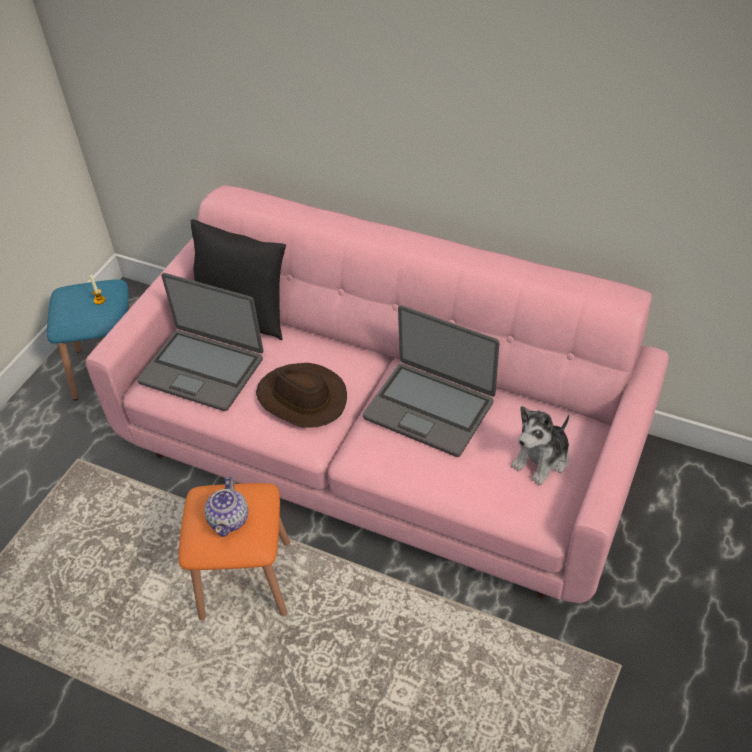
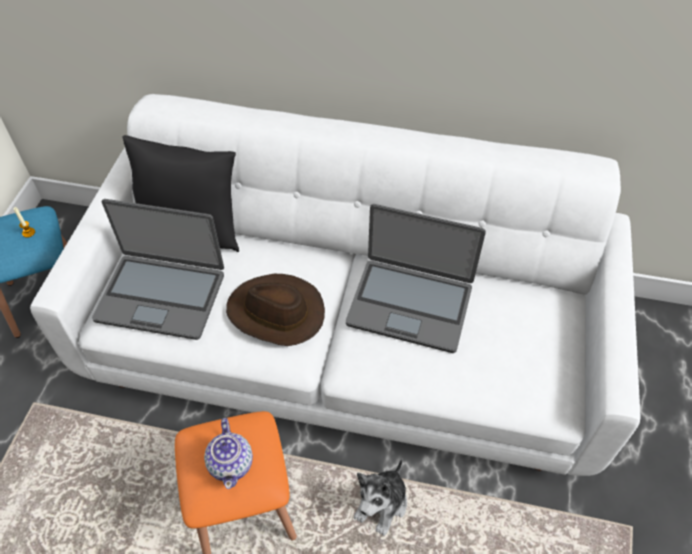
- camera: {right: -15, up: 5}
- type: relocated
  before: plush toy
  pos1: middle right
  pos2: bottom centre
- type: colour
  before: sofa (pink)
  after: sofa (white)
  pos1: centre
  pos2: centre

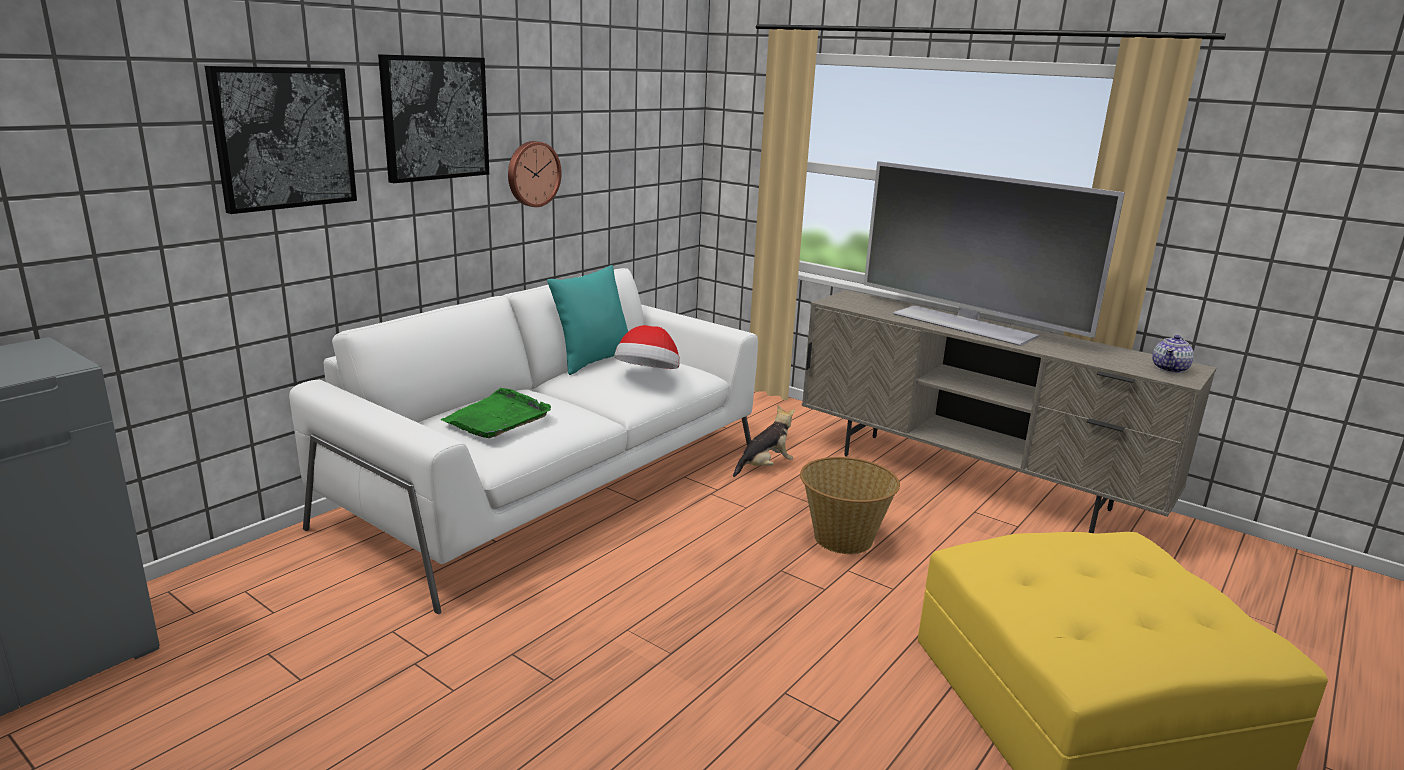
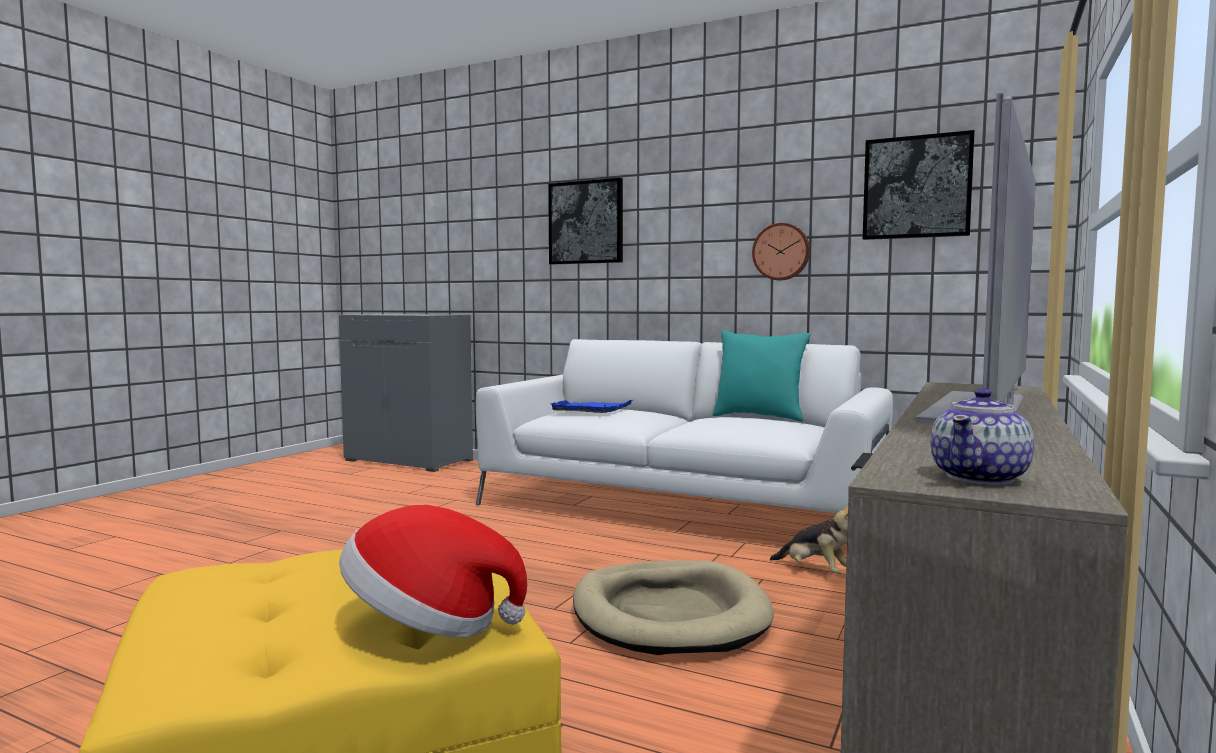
- camera: {right: 80, up: -15}
- type: relocated
  before: picture (no. 2 from left)
  pos1: top left
  pos2: top right
- type: relocated
  before: hat
  pos1: centre
  pos2: bottom centre
- type: exchanged
  before: basket
  after: dog bed (beige)
  pos1: centre
  pos2: bottom centre
- type: colour
  before: tray (green)
  after: tray (blue)
  pos1: centre
  pos2: centre
- type: spun
  before: teapot
  pos1: middle right
  pos2: middle right
  turn: -75

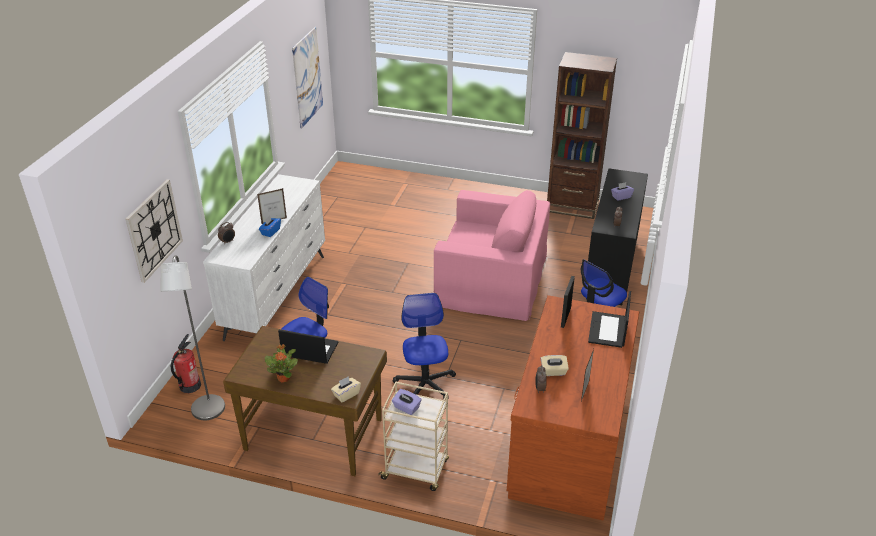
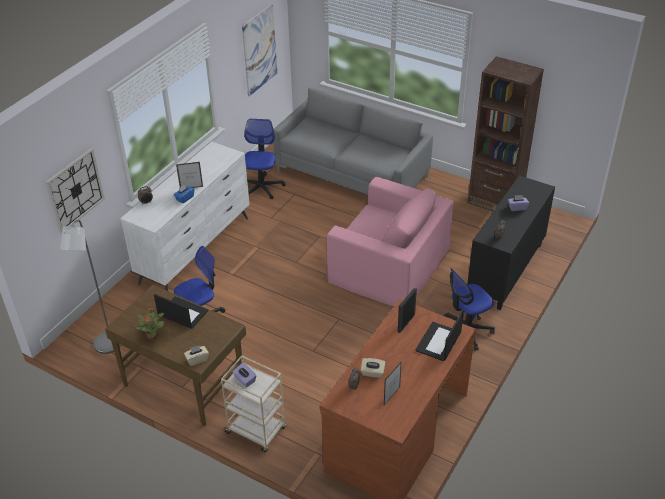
- camera: {right: 15, up: 5}
- type: missing
  before: fire extinguisher
  pos1: bottom left
- type: appeared
  after: sofa (grey)
  pos2: top centre
- type: relocated
  before: office chair (no. 2 from left)
  pos1: centre
  pos2: top centre

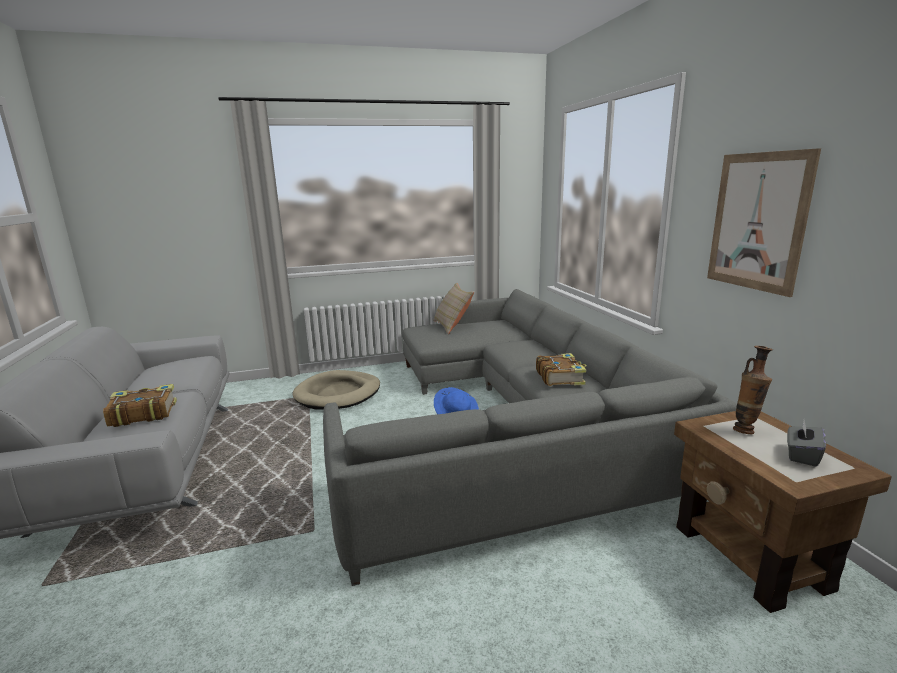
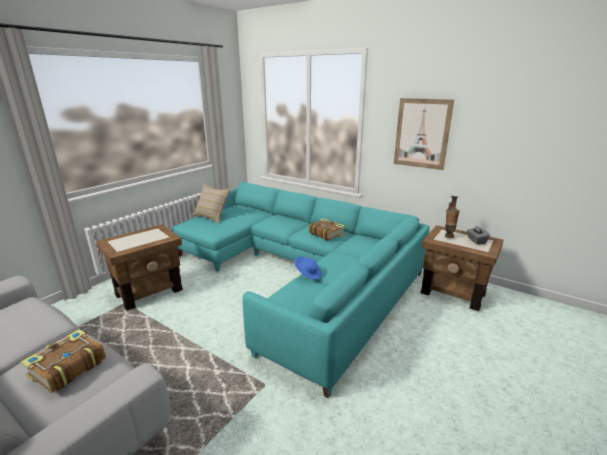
- camera: {right: -40, up: 5}
- type: exchanged
  before: dog bed (beige)
  after: side table (brown) (no. 1 from left)
  pos1: centre
  pos2: middle left
- type: colour
  before: sofa (grey) (no. 2 from left)
  after: sofa (turquoise)
  pos1: centre
  pos2: centre

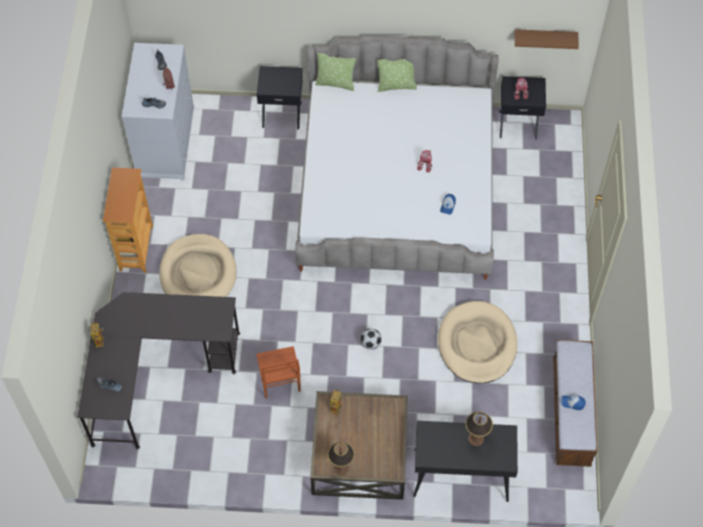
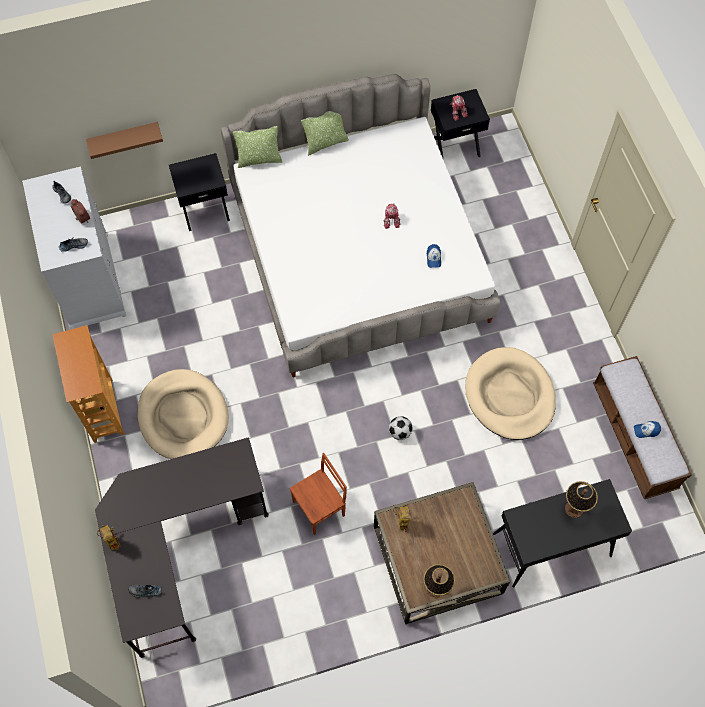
- camera: {right: -20, up: 5}
- type: relocated
  before: shelf (brown)
  pos1: top right
  pos2: top left
- type: spun
  before: chair (brown)
  pos1: bottom centre
  pos2: bottom centre
  turn: -90

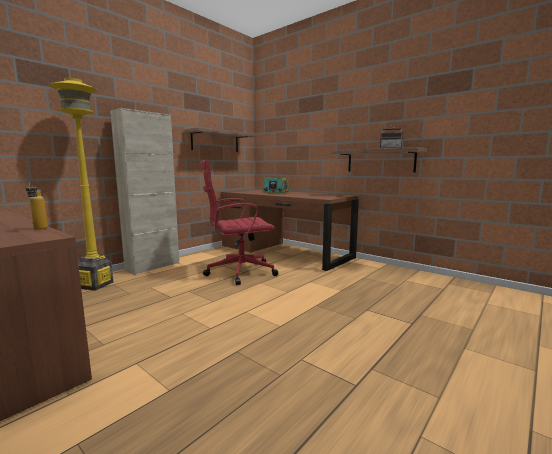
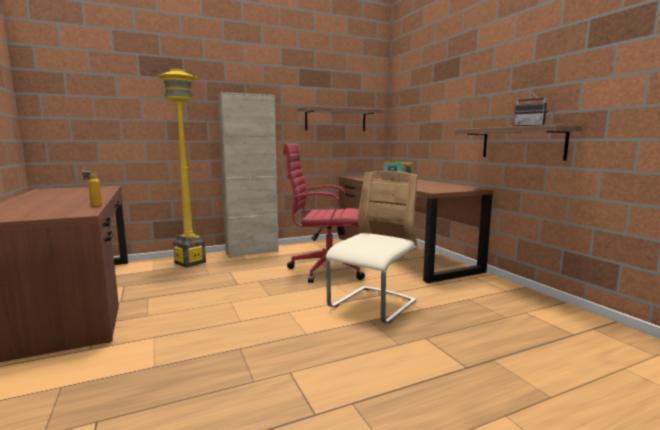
- camera: {right: 25, up: 0}
- type: appeared
  after: chair (beige)
  pos2: centre

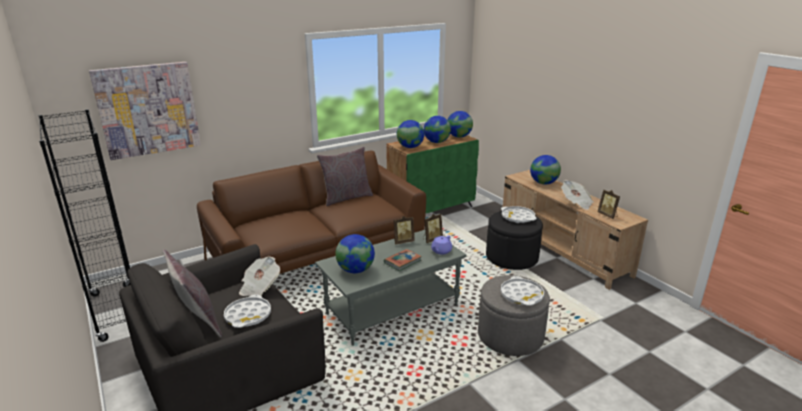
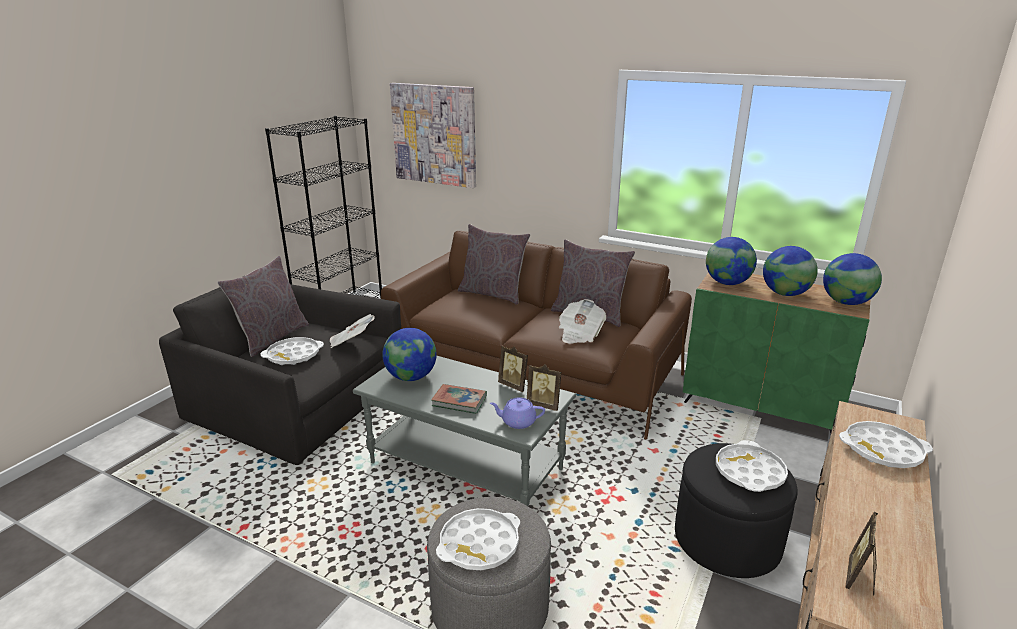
- camera: {right: 60, up: 0}
- type: appeared
  after: pillow (grey) (no. 2 from left)
  pos2: centre
- type: relocated
  before: newspaper (no. 2 from left)
  pos1: middle right
  pos2: centre
- type: exchanged
  before: globe (no. 5 from left)
  after: tray (white) (no. 4 from left)
  pos1: middle right
  pos2: bottom right

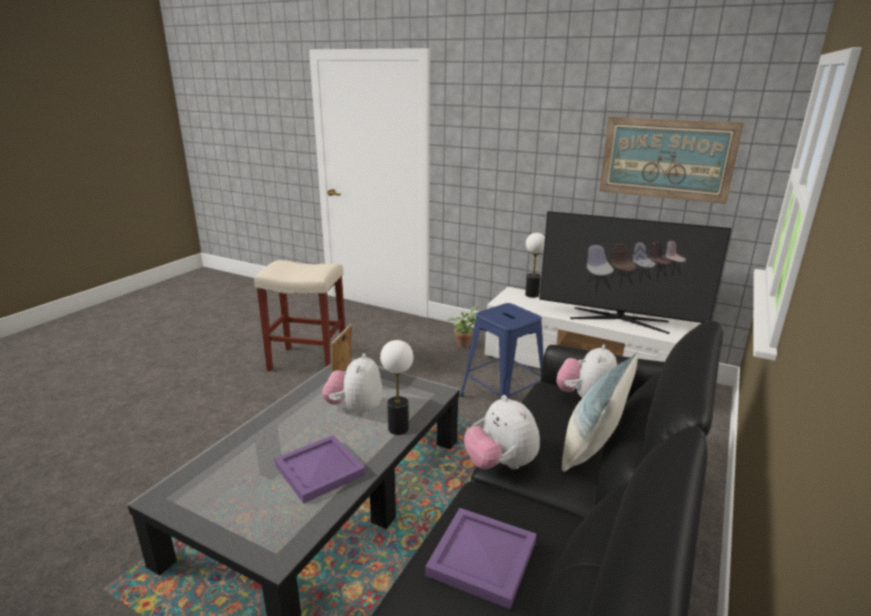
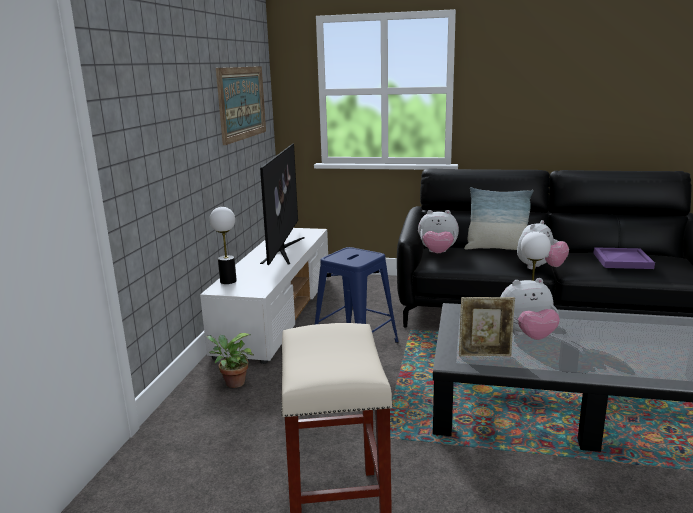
- camera: {right: -105, up: -5}
- type: missing
  before: tray (purple) (no. 1 from left)
  pos1: bottom centre

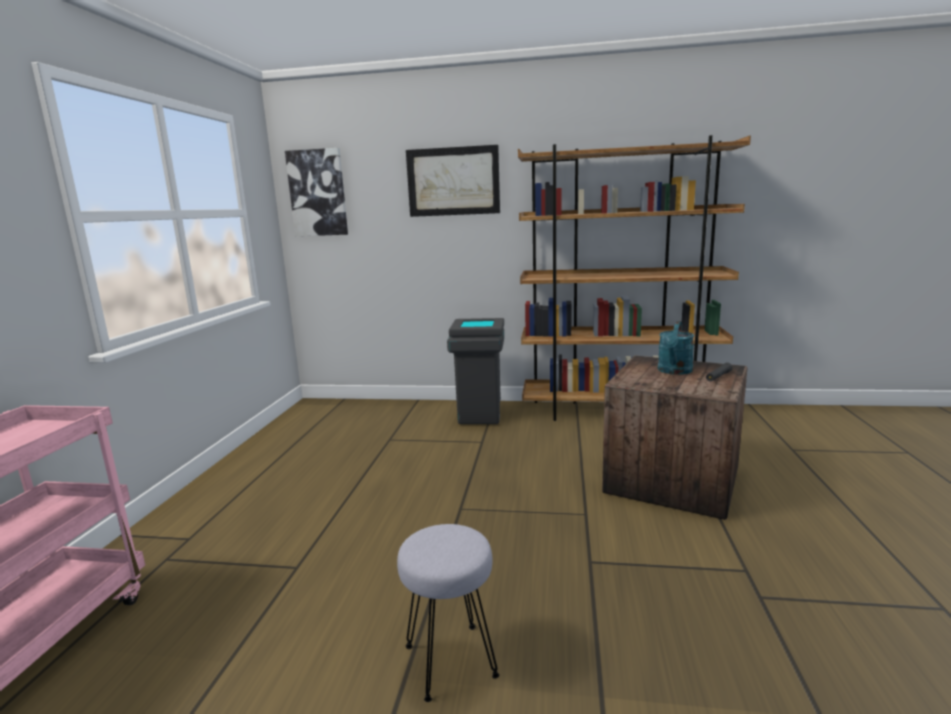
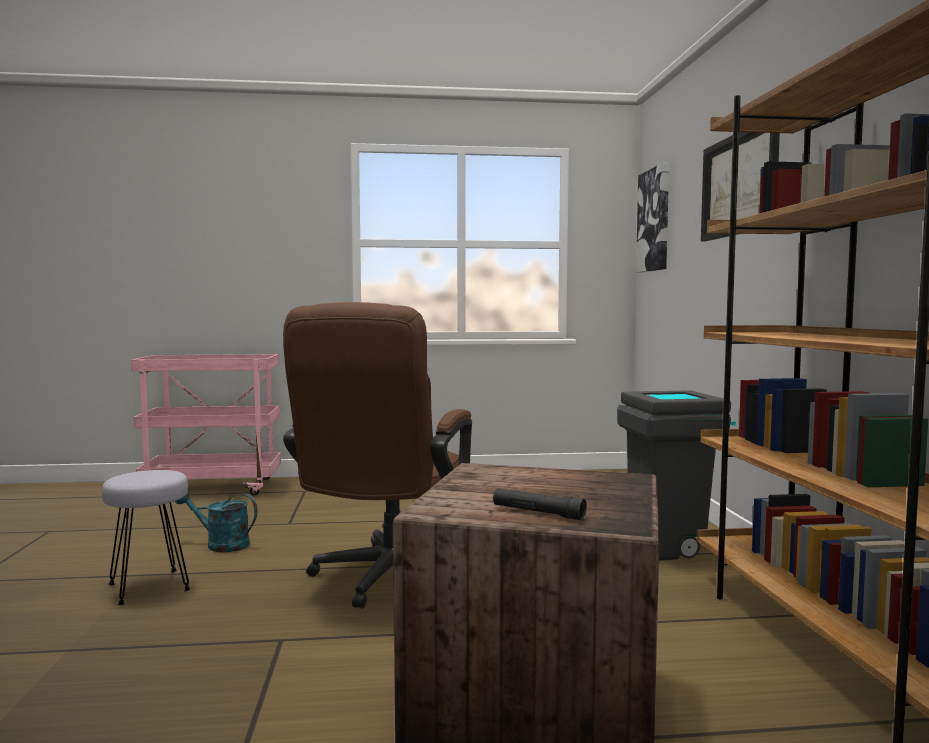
- camera: {right: 75, up: -10}
- type: appeared
  after: office chair (brown)
  pos2: centre
- type: relocated
  before: watering can (turquoise)
  pos1: middle right
  pos2: bottom left

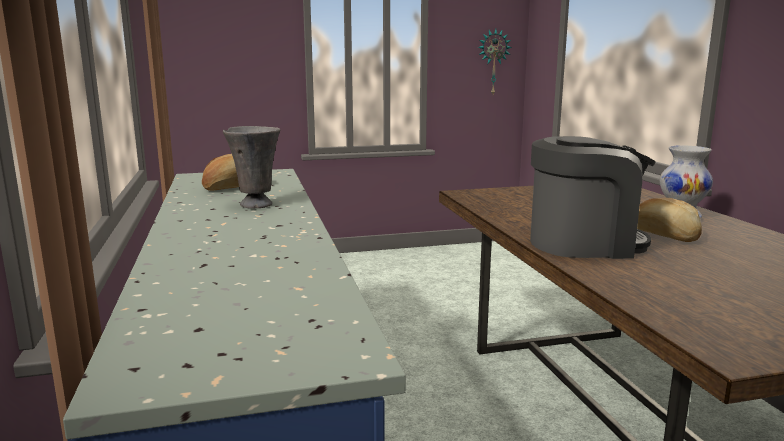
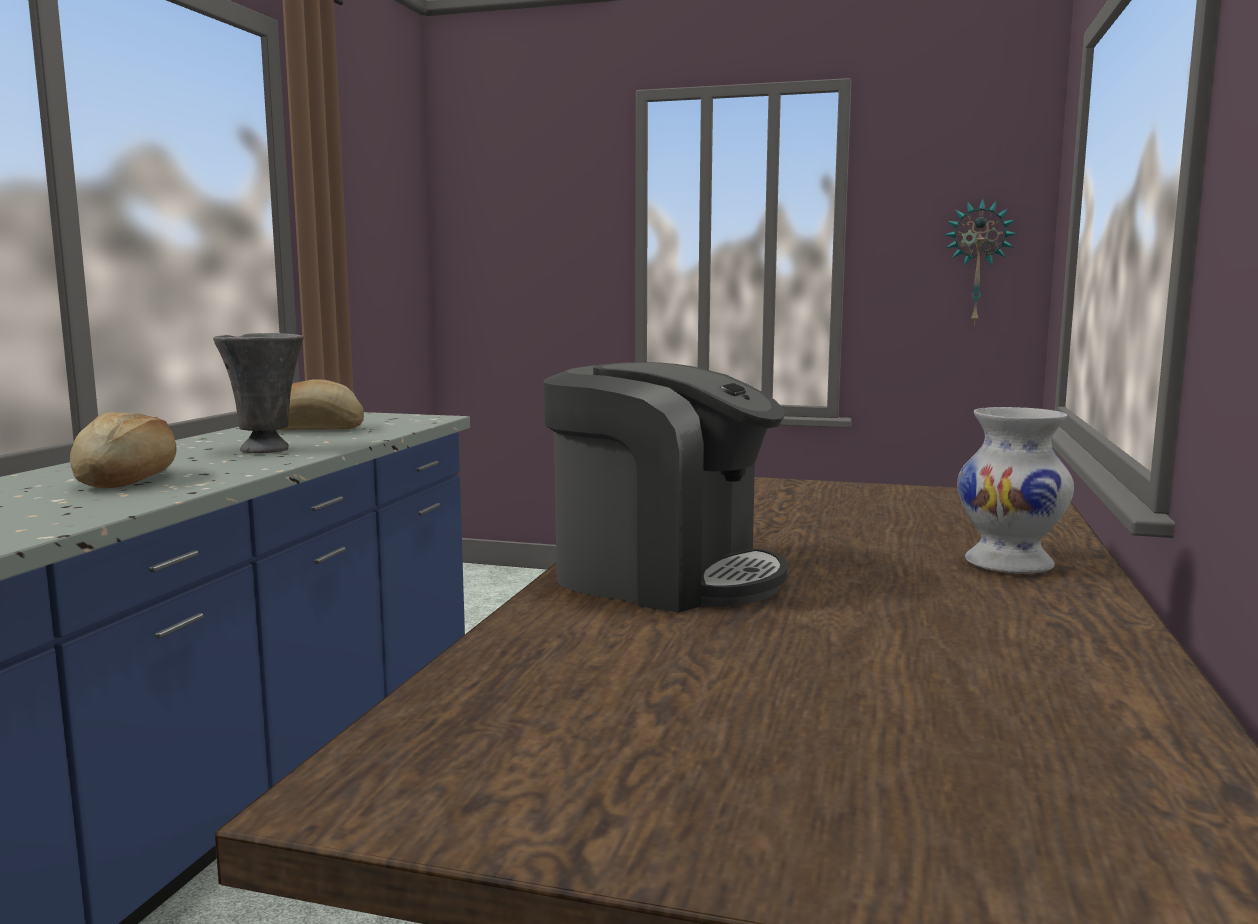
- camera: {right: 30, up: -5}
- type: relocated
  before: bread (no. 2 from left in the first image)
  after: bread (no. 1 from left)
  pos1: middle right
  pos2: middle left

